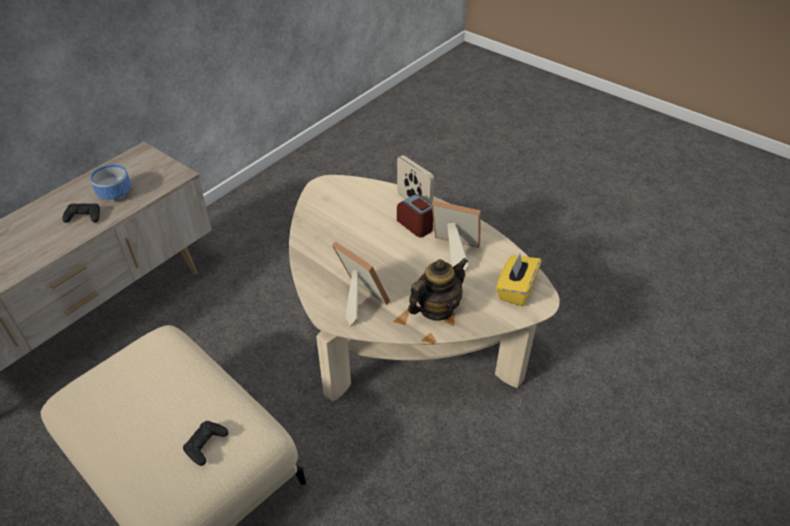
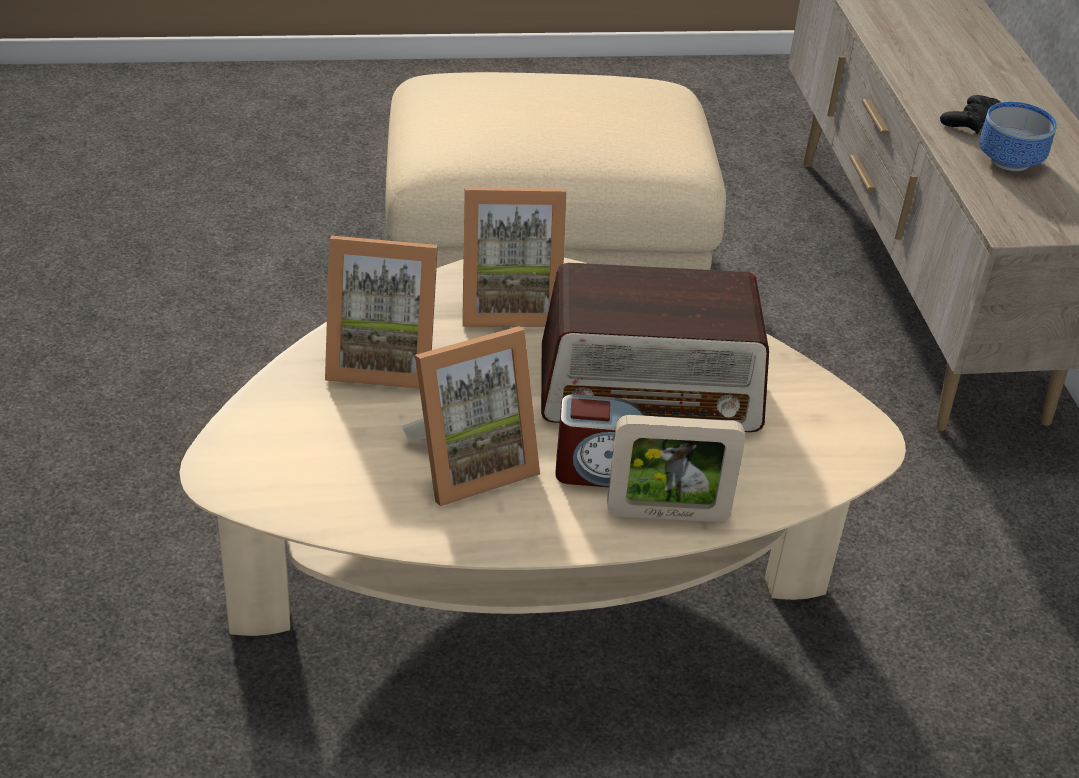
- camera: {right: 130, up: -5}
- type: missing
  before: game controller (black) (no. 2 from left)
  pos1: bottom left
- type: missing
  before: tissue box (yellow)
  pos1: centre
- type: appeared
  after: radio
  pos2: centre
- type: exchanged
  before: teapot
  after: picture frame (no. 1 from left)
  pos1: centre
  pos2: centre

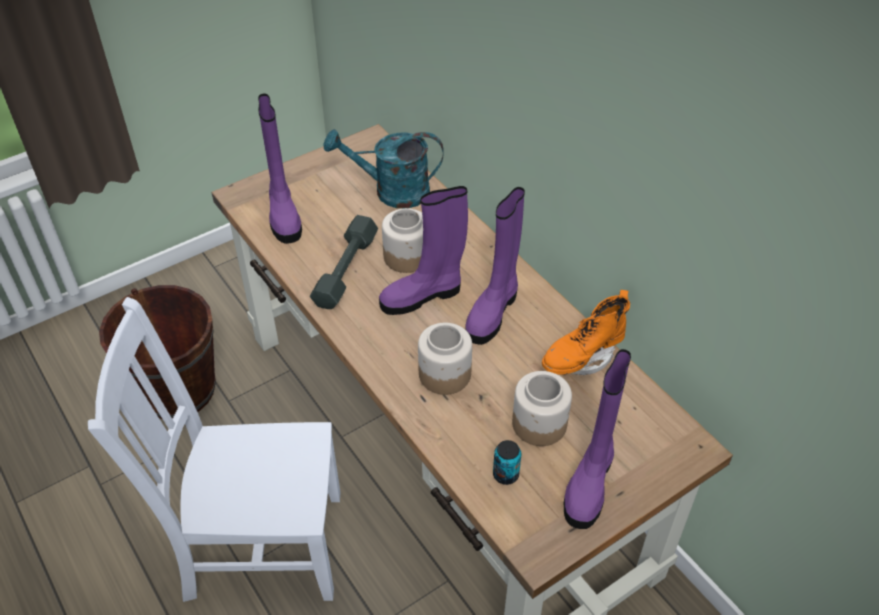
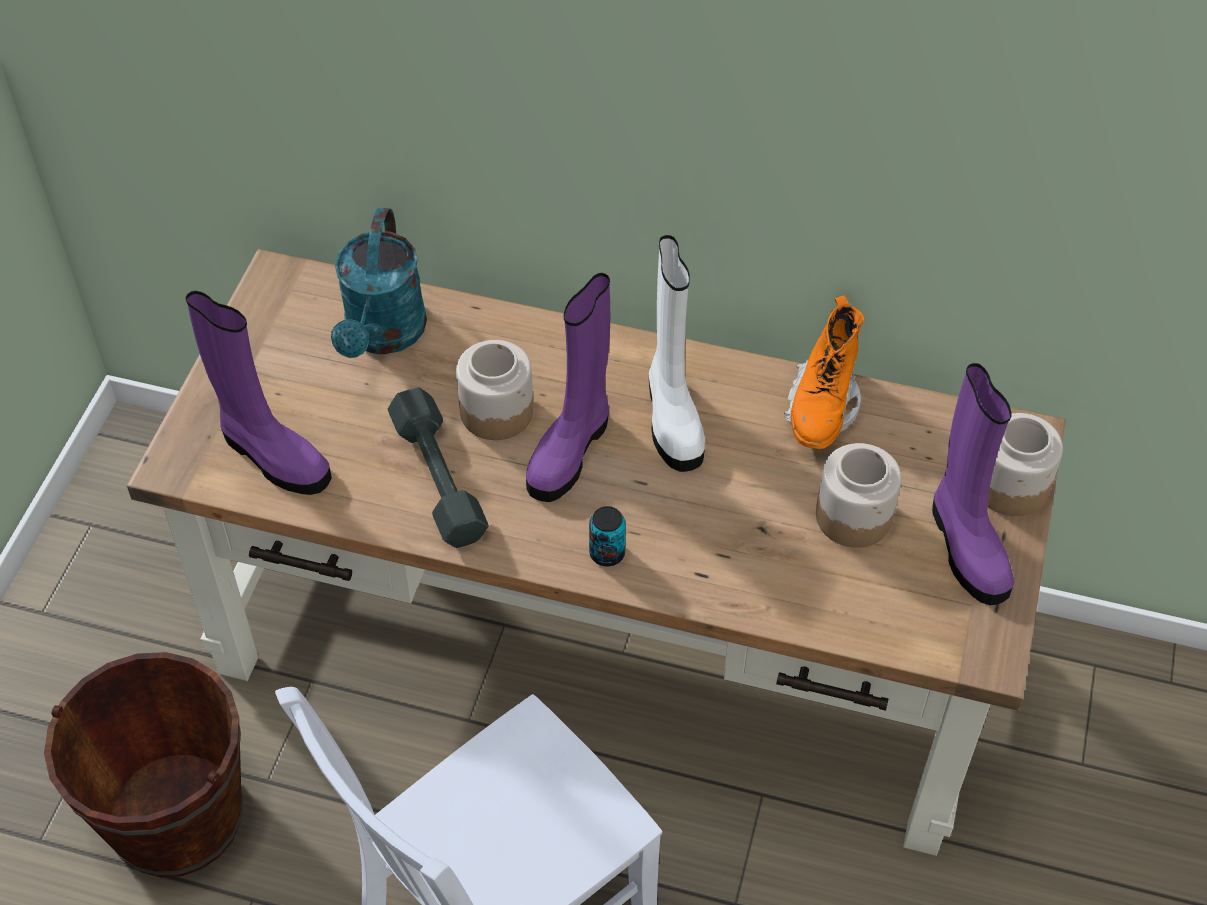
- camera: {right: -40, up: 5}
- type: relocated
  before: jar (no. 2 from left in the first image)
  after: jar (no. 3 from left)
  pos1: centre
  pos2: middle right
- type: relocated
  before: can
  pos1: bottom centre
  pos2: centre
- type: colour
  before: boot (purple) (no. 3 from left)
  after: boot (white)
  pos1: centre
  pos2: centre
- type: spun
  before: watering can (turquoise)
  pos1: top centre
  pos2: top left
  turn: -45

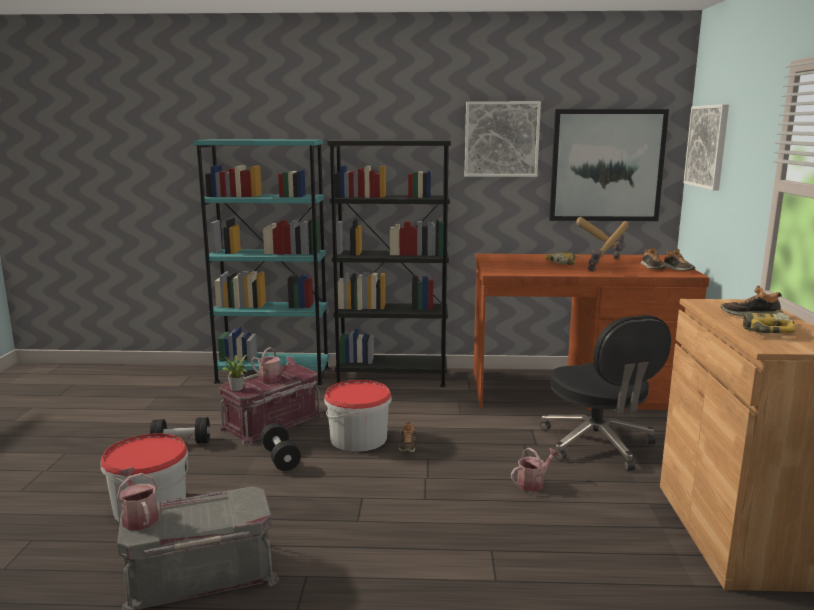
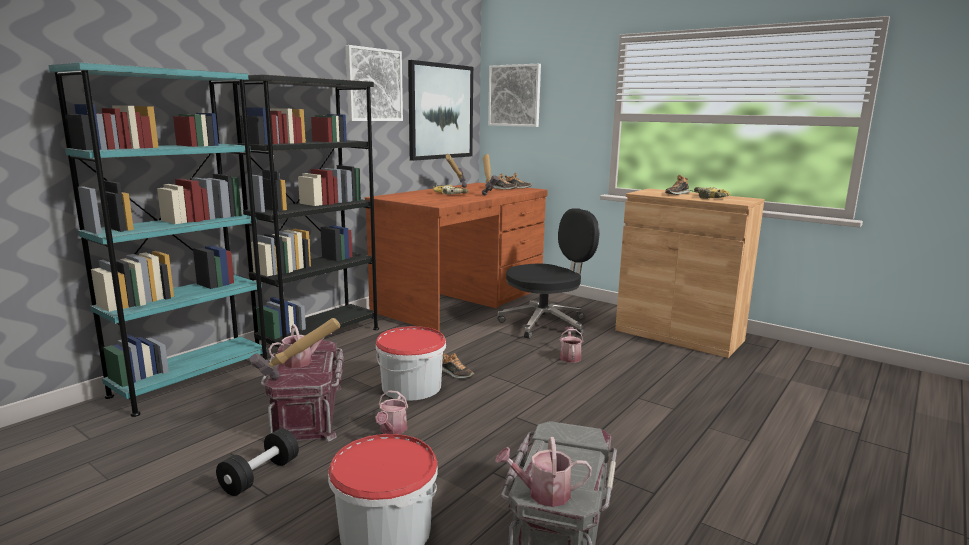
- camera: {right: -55, up: 0}
- type: exchanged
  before: potted plant
  after: hammer (no. 1 from left)
  pos1: middle left
  pos2: middle left
- type: exchanged
  before: dumbbell (black) (no. 2 from left)
  after: watering can (no. 2 from left)
  pos1: bottom centre
  pos2: bottom centre
- type: spun
  before: office chair (black)
  pos1: middle right
  pos2: centre
  turn: -45

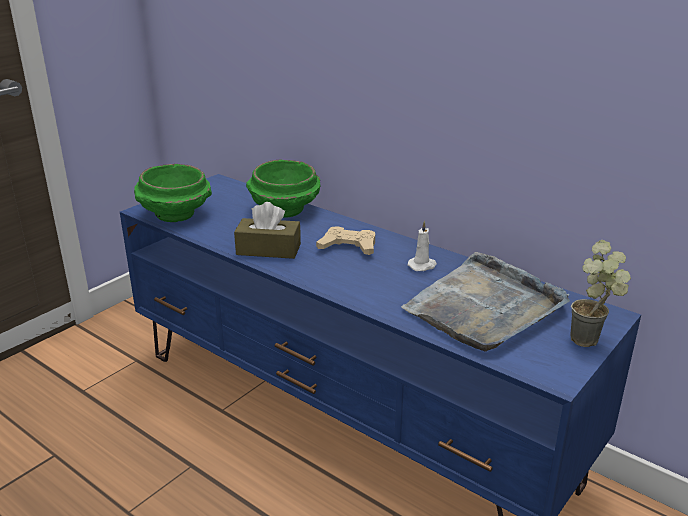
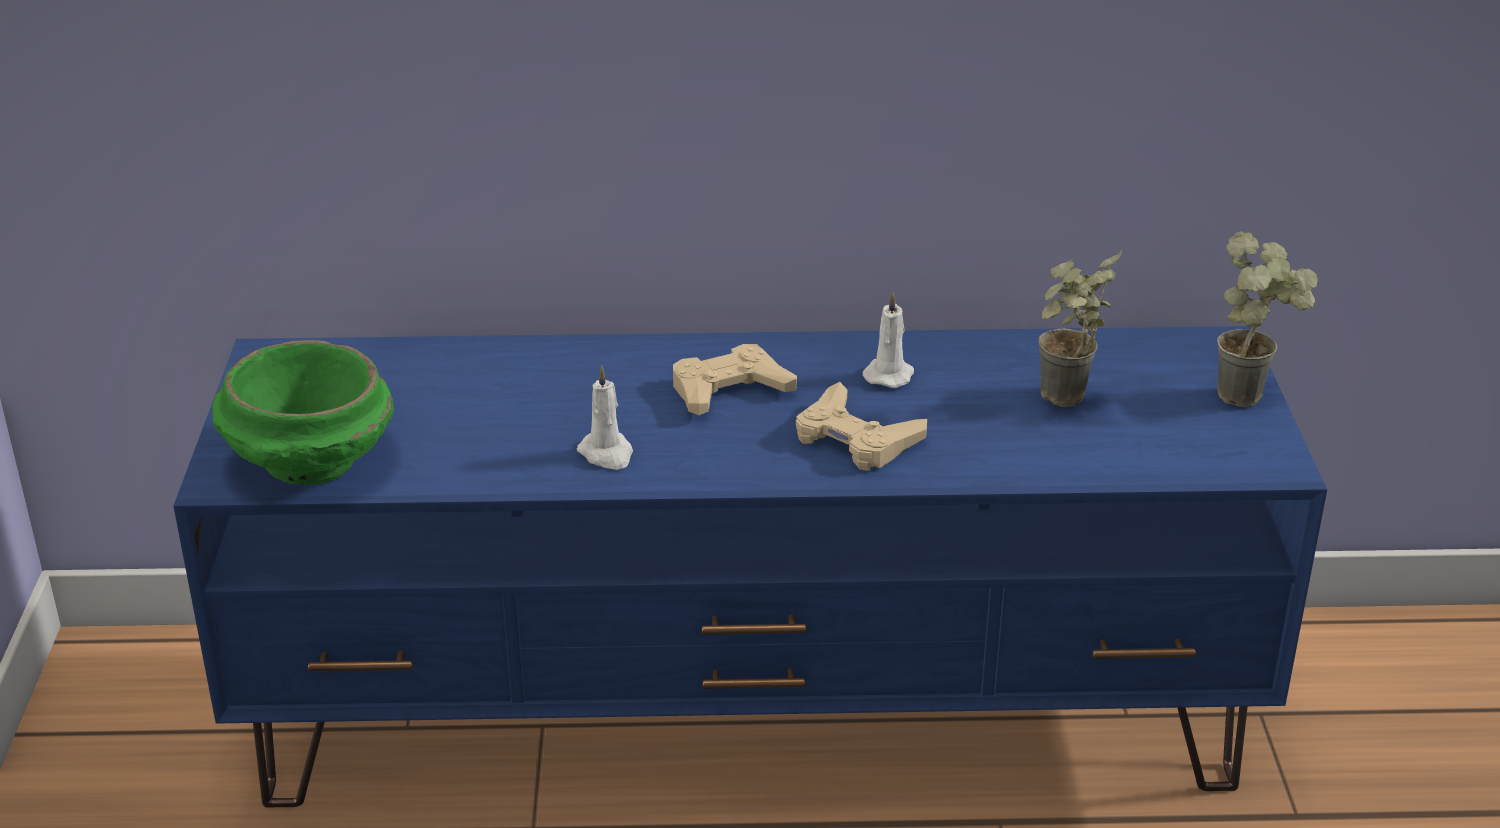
- camera: {right: -40, up: 5}
- type: missing
  before: bowl (green) (no. 2 from left)
  pos1: centre
- type: appeared
  after: game controller (beige) (no. 2 from left)
  pos2: centre
- type: exchanged
  before: tissue box (brown)
  after: candle (white) (no. 1 from left)
  pos1: centre
  pos2: centre
- type: exchanged
  before: tray (grey)
  after: potted plant (no. 1 from left)
  pos1: middle right
  pos2: middle right

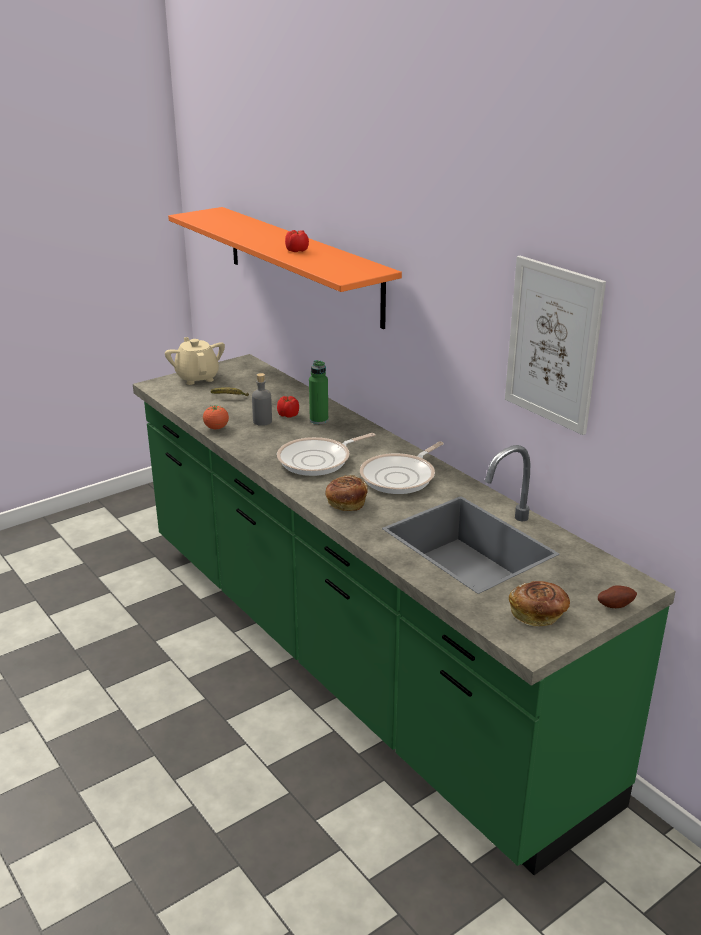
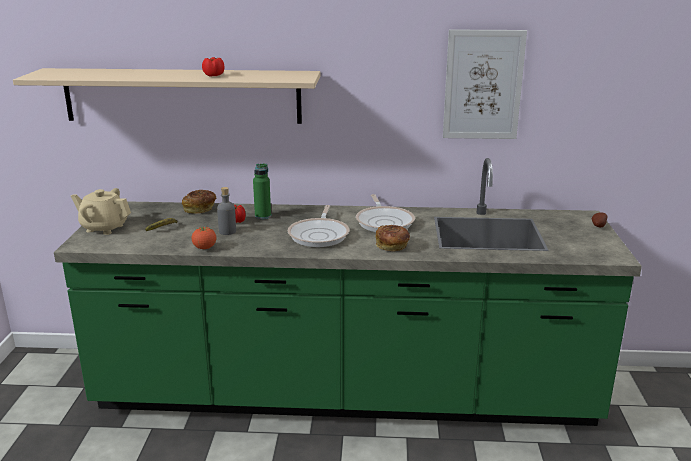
- camera: {right: -50, up: -5}
- type: relocated
  before: bread (no. 2 from left in the first image)
  after: bread (no. 1 from left)
  pos1: middle right
  pos2: middle left
- type: colour
  before: shelf (orange)
  after: shelf (beige)
  pos1: top centre
  pos2: top left

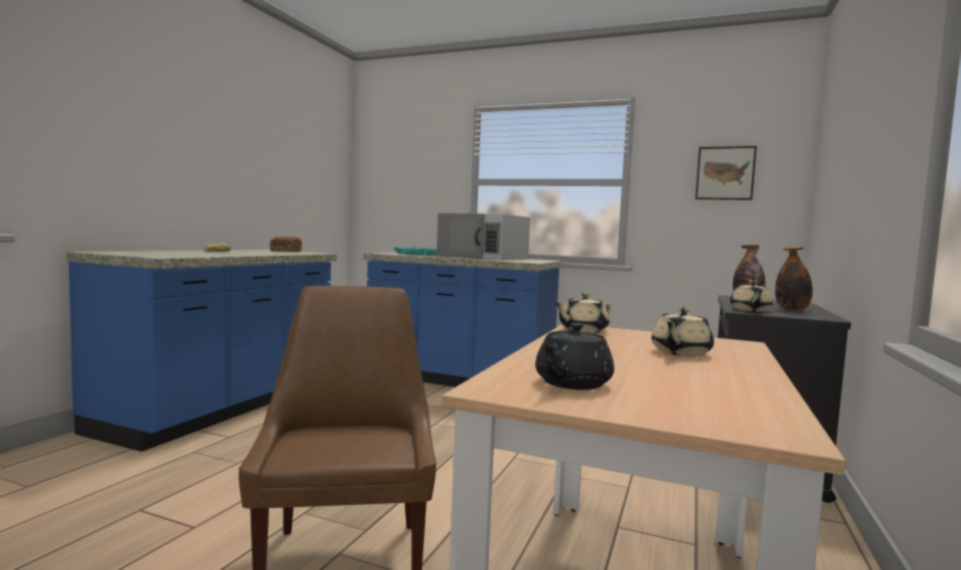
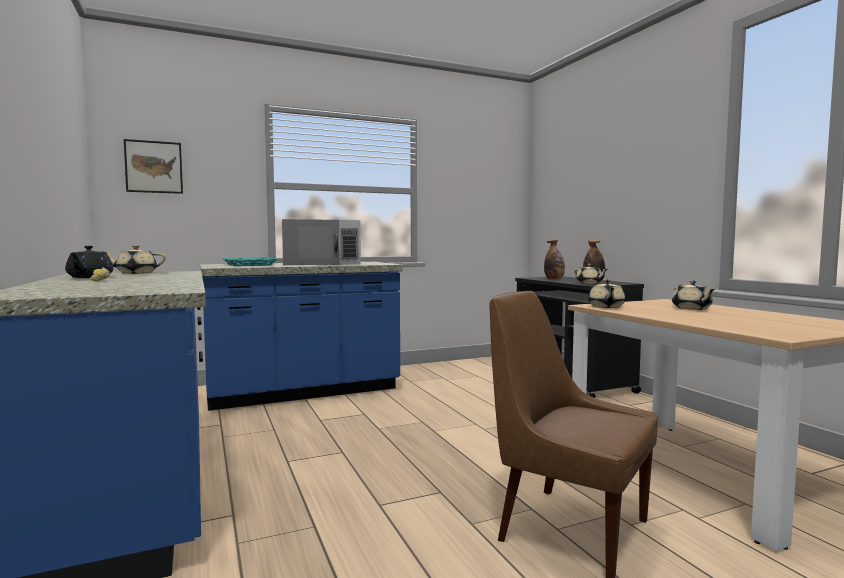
- camera: {right: -45, up: 0}
- type: relocated
  before: teapot (black)
  pos1: centre
  pos2: middle left
- type: relocated
  before: picture
  pos1: top right
  pos2: top left
- type: exchanged
  before: bread (no. 2 from left)
  after: teapot (beige) (no. 1 from left)
  pos1: middle left
  pos2: middle left

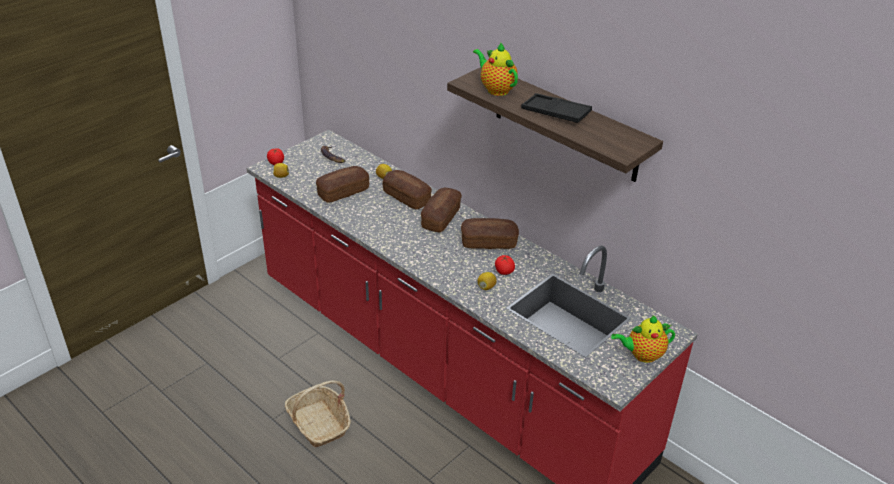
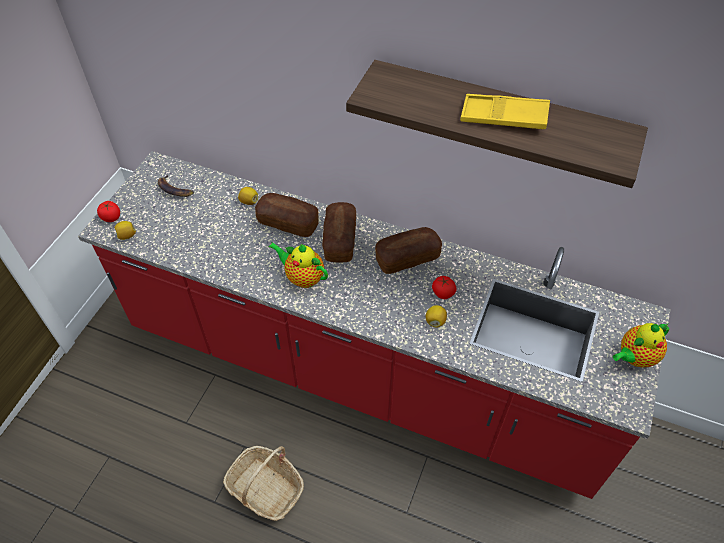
- camera: {right: -20, up: 15}
- type: missing
  before: bread (no. 1 from left)
  pos1: centre
- type: relocated
  before: teapot (no. 1 from left)
  pos1: top centre
  pos2: centre
- type: colour
  before: tray (black)
  after: tray (yellow)
  pos1: top centre
  pos2: top right

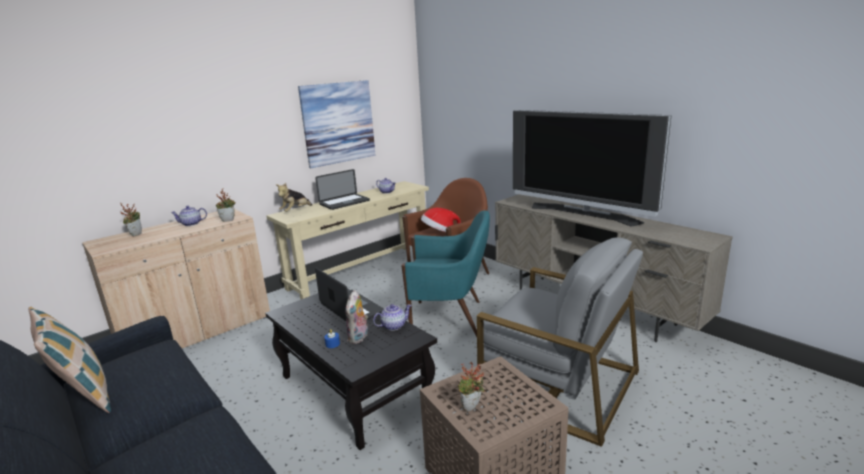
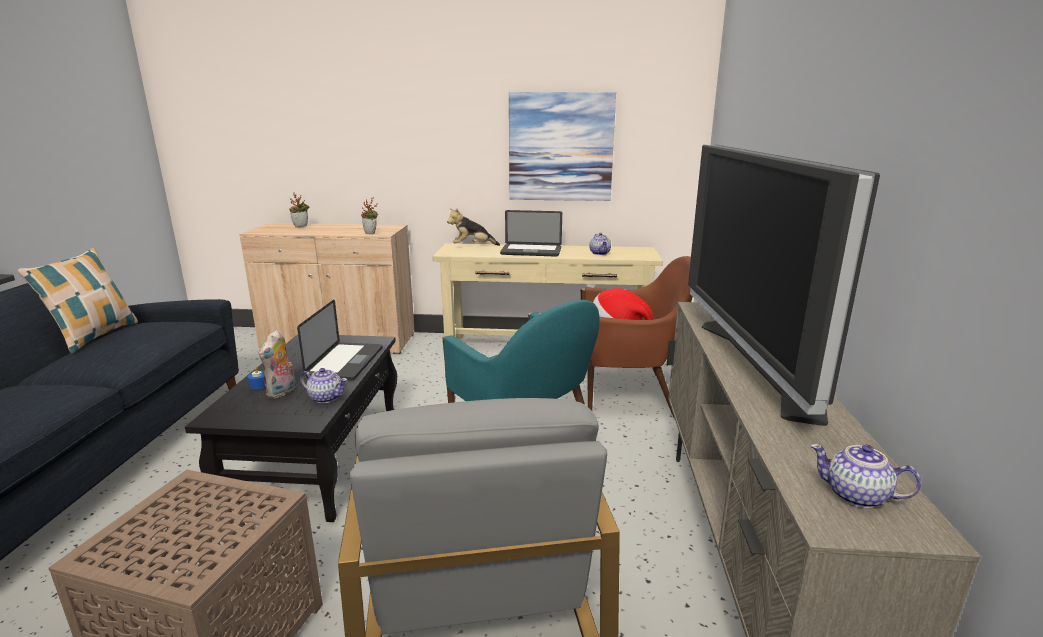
- camera: {right: 45, up: 0}
- type: missing
  before: potted plant (no. 3 from left)
  pos1: bottom centre
- type: relocated
  before: teapot (no. 1 from left in the first image)
  after: teapot (no. 3 from left)
  pos1: middle left
  pos2: bottom right
- type: spun
  before: plush toy (no. 2 from left in the first image)
  pos1: bottom centre
  pos2: middle left
  turn: -45

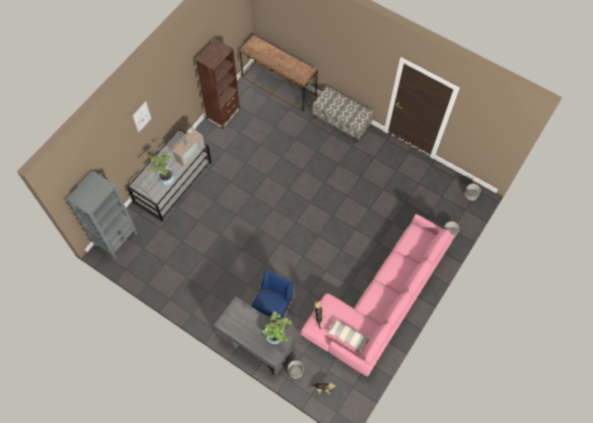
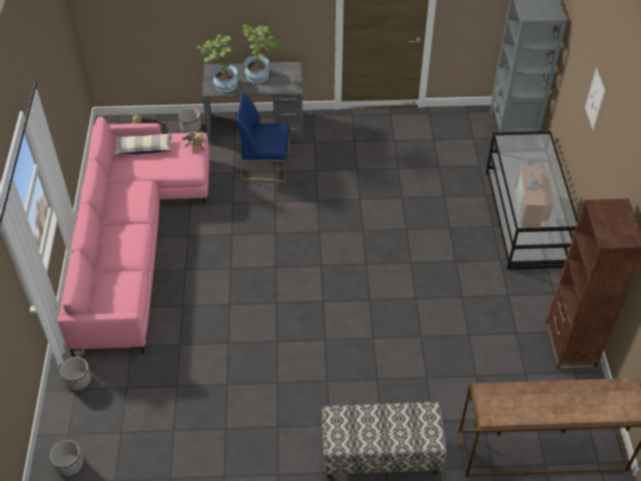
- camera: {right: 145, up: -15}
- type: relocated
  before: potted plant (no. 1 from left in the first image)
  after: potted plant (no. 2 from left)
  pos1: middle left
  pos2: top centre
- type: spun
  before: chair (blue)
  pos1: bottom centre
  pos2: top centre
  turn: 105

